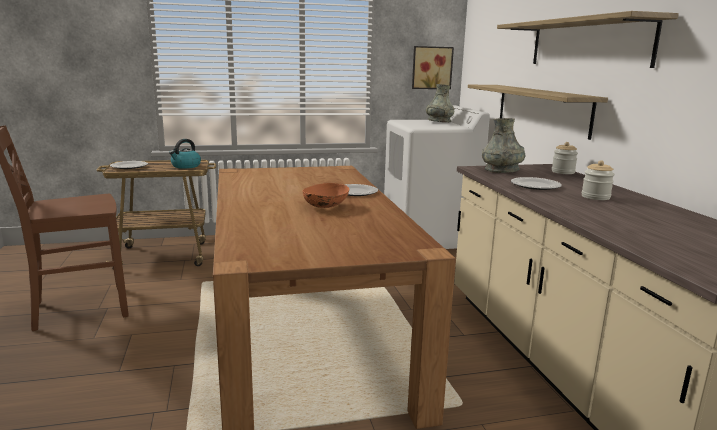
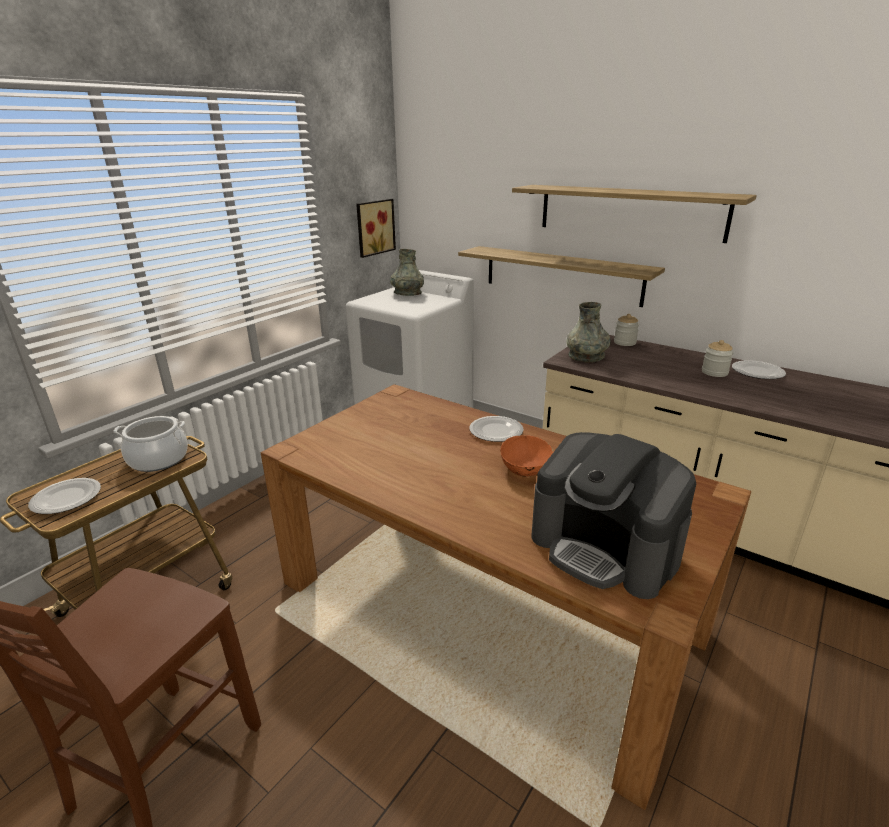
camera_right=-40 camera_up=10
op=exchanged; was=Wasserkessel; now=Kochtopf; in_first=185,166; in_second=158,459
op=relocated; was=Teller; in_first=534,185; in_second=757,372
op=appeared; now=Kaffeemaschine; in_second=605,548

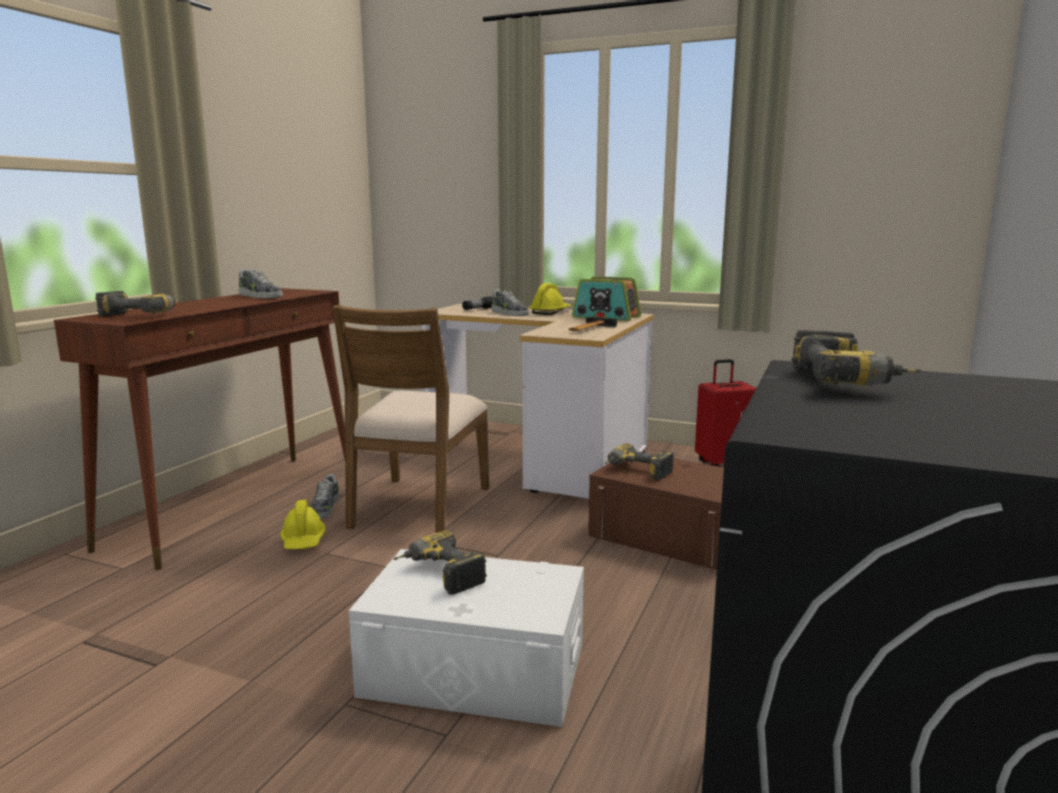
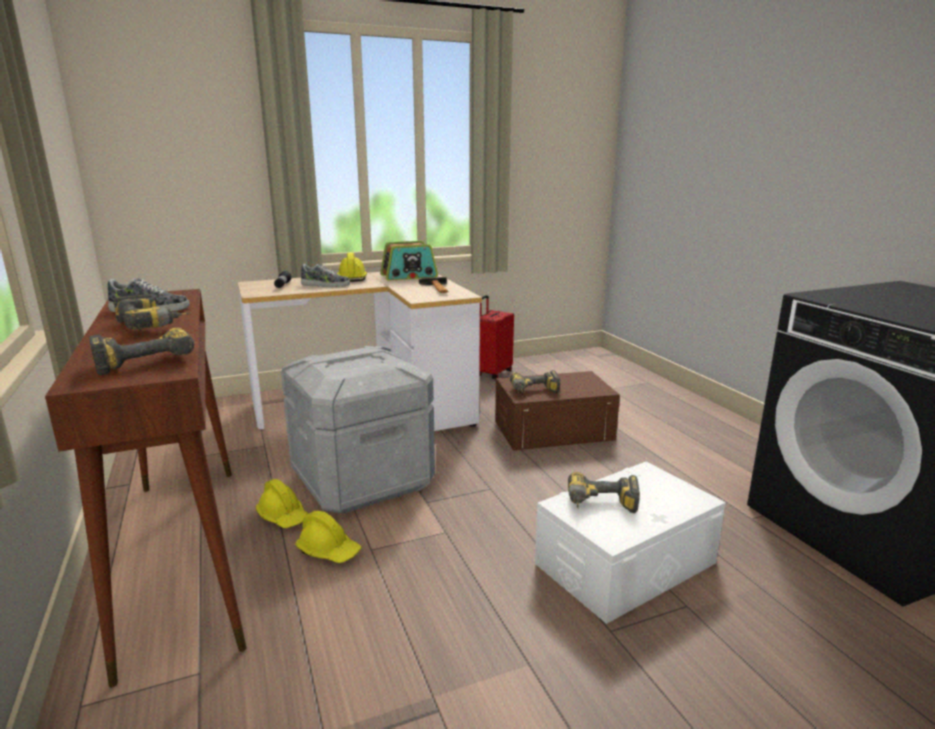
camera_right=-45 camera_up=5
op=exchanged; was=Stuhl (braun); now=Aufbewahrungsbox (grau); in_first=418,507; in_second=362,480
op=relocated; was=Bohrmaschine; in_first=850,382; in_second=154,325
op=exchanged; was=Schuh; now=Schutzhelm (gelb); in_first=324,508; in_second=283,516

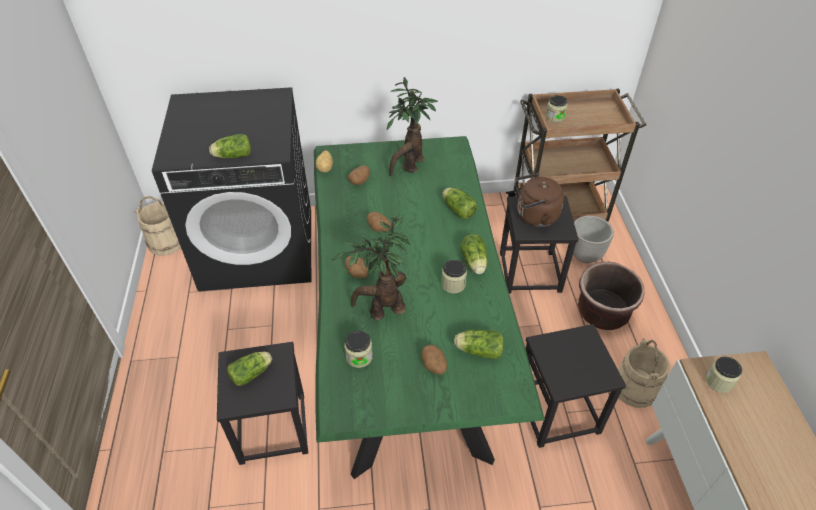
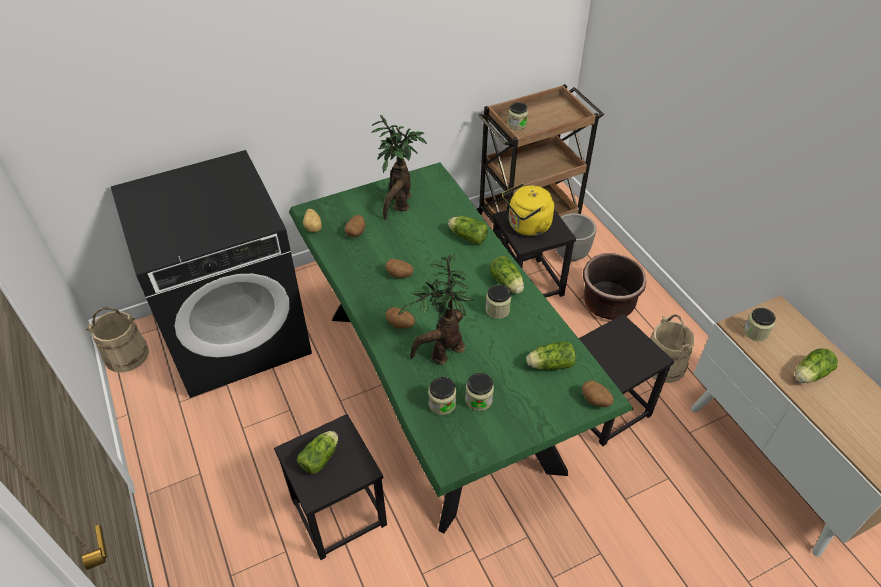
camera_right=-20 camera_up=0
op=relocated; was=Salatkopf; in_first=232,156; in_second=809,375
op=colour; was=Wasserkessel (braun); now=Wasserkessel (gelb); in_first=534,216; in_second=527,226
op=relocated; was=Kartoffel; in_first=434,366; in_second=596,400
op=appeared; now=Vorratsglas; in_second=478,400

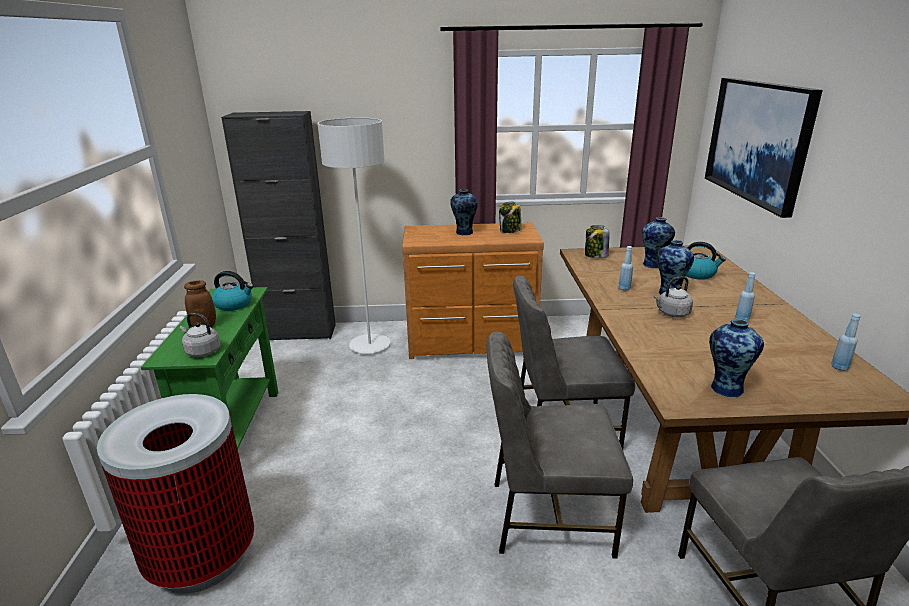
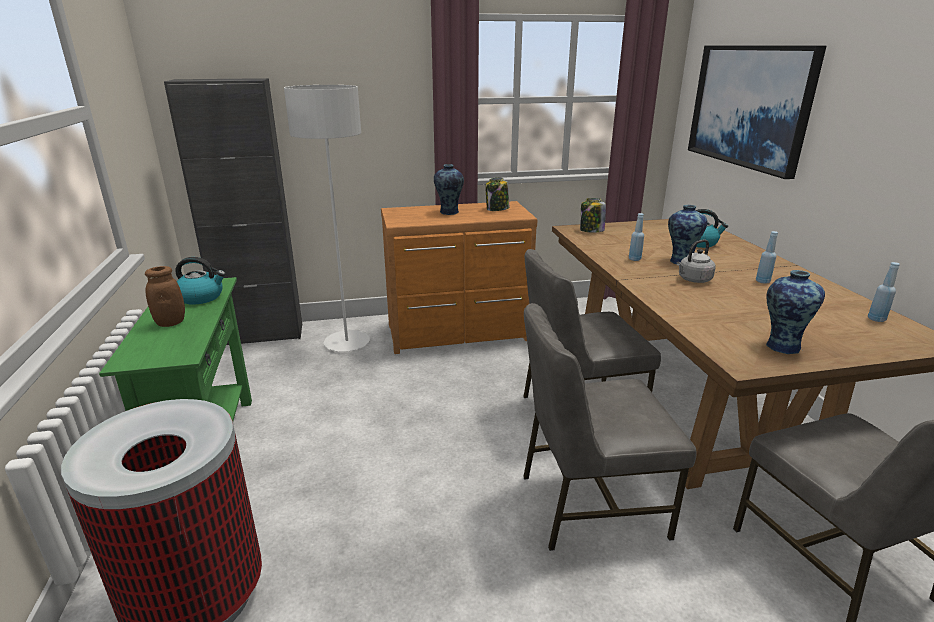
camera_right=-10 camera_up=0
op=missing; was=Vase; in_first=654,265
op=missing; was=Wasserkessel (grau); in_first=202,351

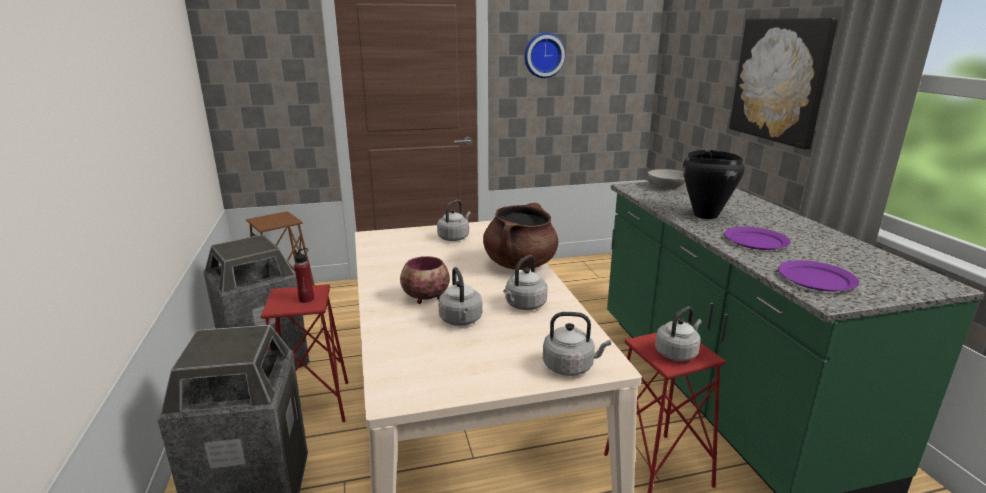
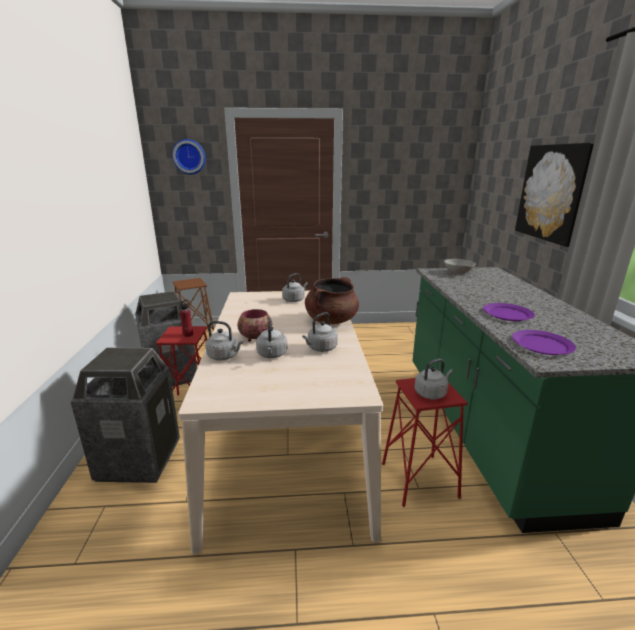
camera_right=10 camera_up=0
op=relocated; was=Wanduhr; in_first=543,55; in_second=189,157
op=missing; was=Kochtopf (schwarz); in_first=705,215
op=relocated; was=Wasserkessel (grau); in_first=571,366; in_second=224,356

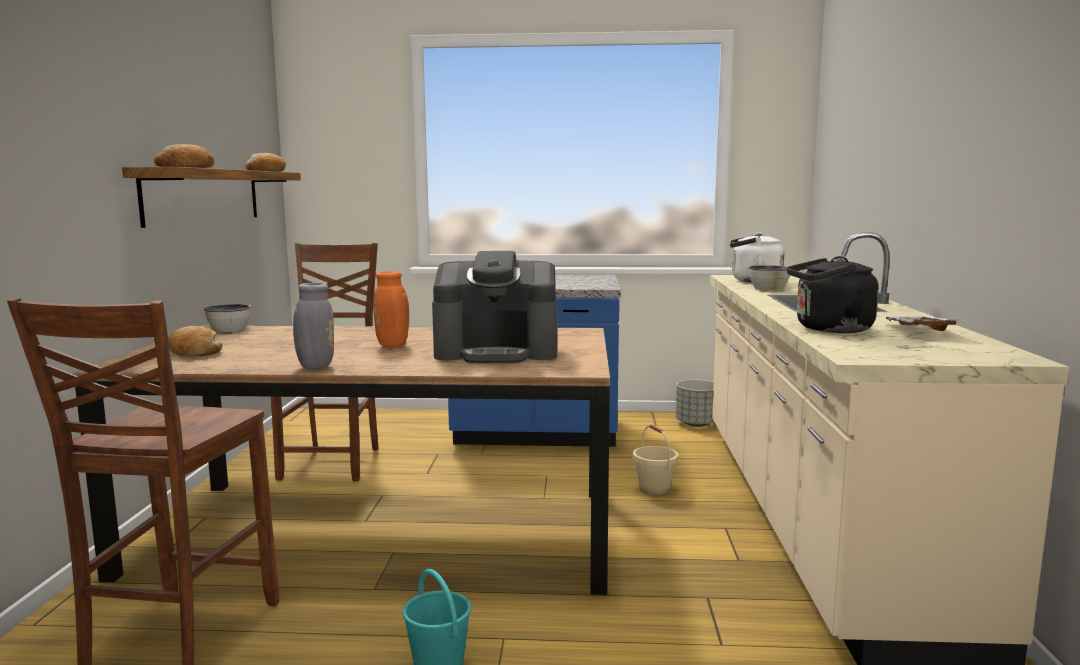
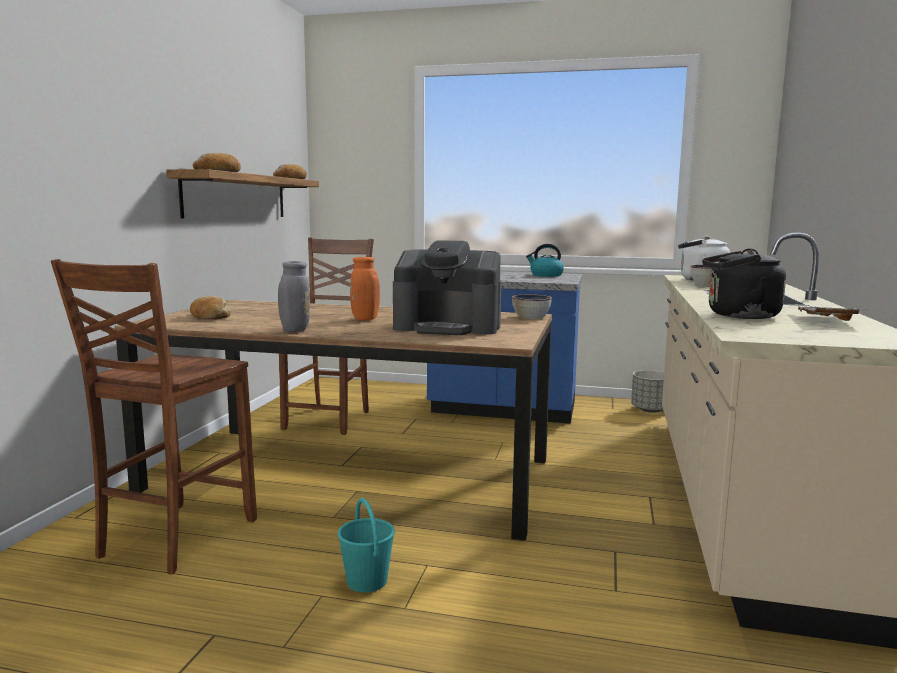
camera_right=10 camera_up=0
op=relocated; was=Schüssel; in_first=230,330; in_second=531,317
op=missing; was=Eimer (beige); in_first=655,489
op=appeared; now=Wasserkessel; in_second=545,275

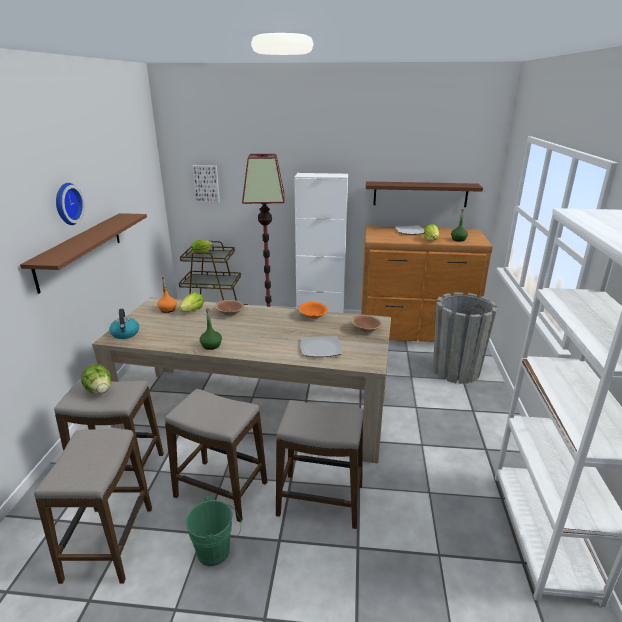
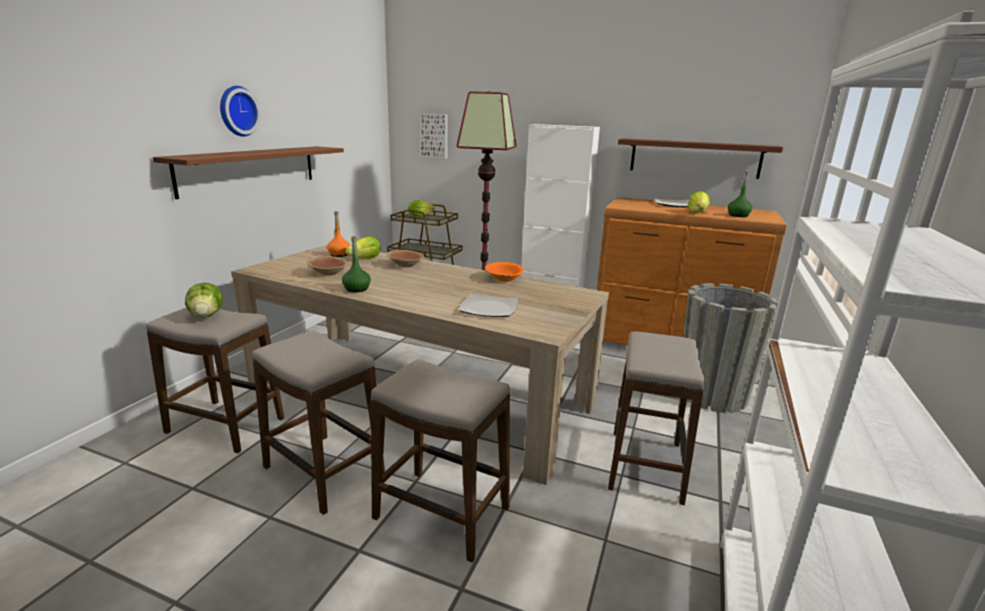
camera_right=15 camera_up=-5
op=missing; was=Wasserkessel; in_first=125,334
op=relocated; was=Schüssel (braun); in_first=366,329; in_second=328,273
op=relocated; was=Hocker; in_first=109,543; in_second=646,466
op=missing; was=Eimer (grün); in_first=217,551

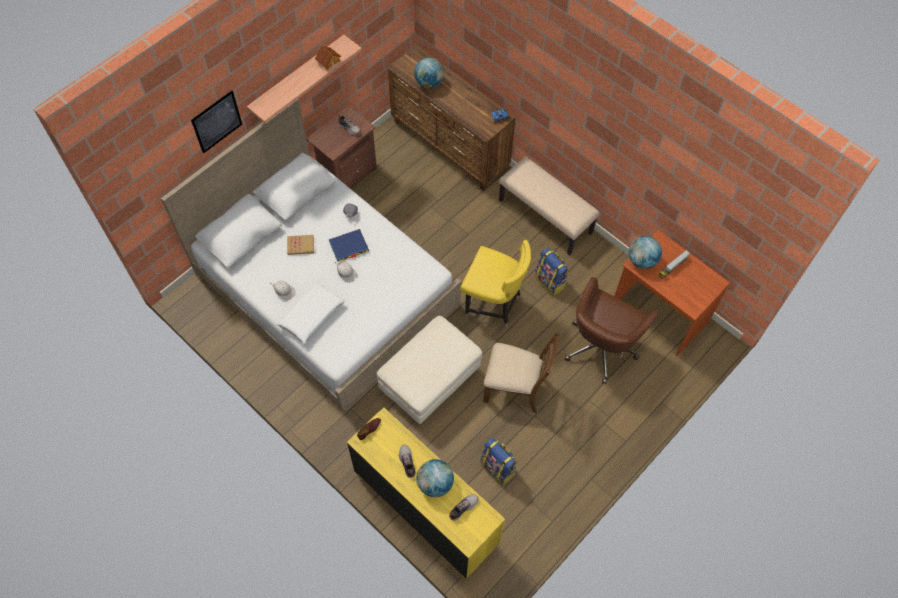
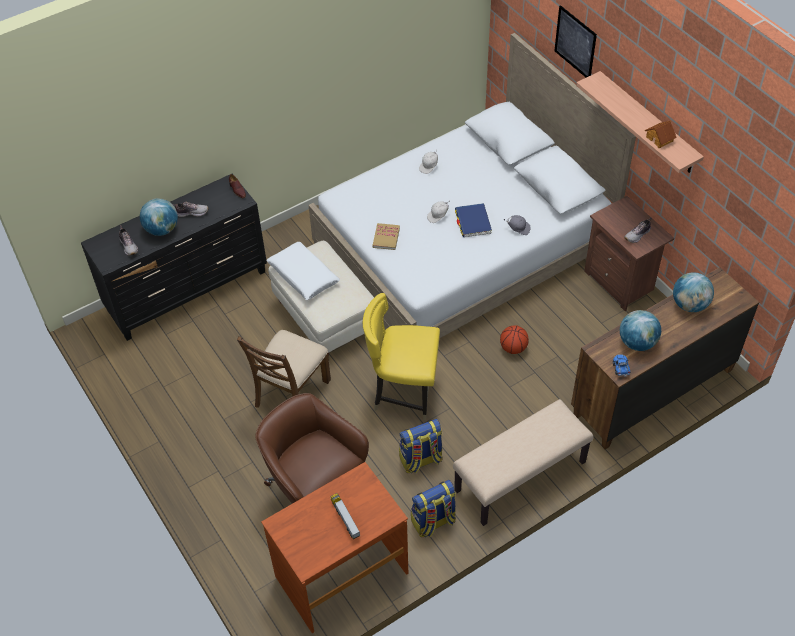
camera_right=105 camera_up=-10
op=relocated; was=Buch; in_first=300,245; in_second=386,237
op=relocated; was=Globus; in_first=642,260; in_second=637,342
op=spun; was=Stuhl (gelb); in_first=493,305; in_second=403,393; clockwise=60
op=relocated; was=Kissen (weiß); in_first=311,316; in_second=303,276
op=colour; was=Kommode (gelb); now=Kommode (schwarz); in_first=425,509; in_second=188,292
op=relocated; was=Rucksack; in_first=498,468; in_second=433,522
op=appeared; now=Basketball; in_second=513,348

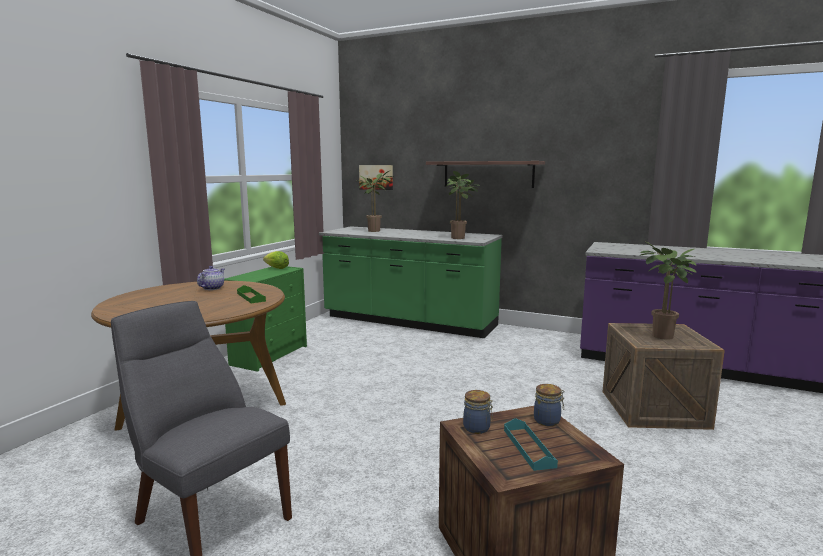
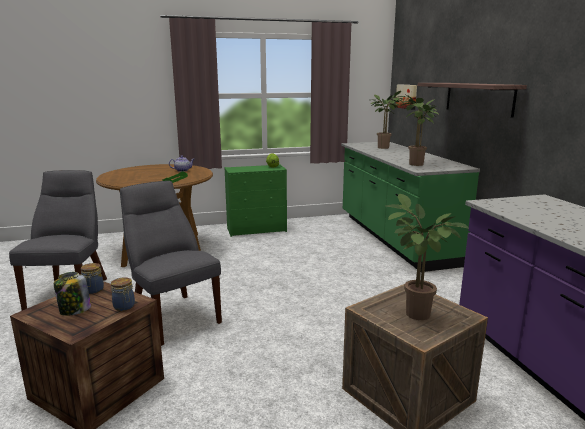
camera_right=50 camera_up=5
op=exchanged; was=Tablett (türkis); now=Vorratsglas; in_first=528,448; in_second=74,310
op=appeared; now=Stuhl (grau); in_second=173,316

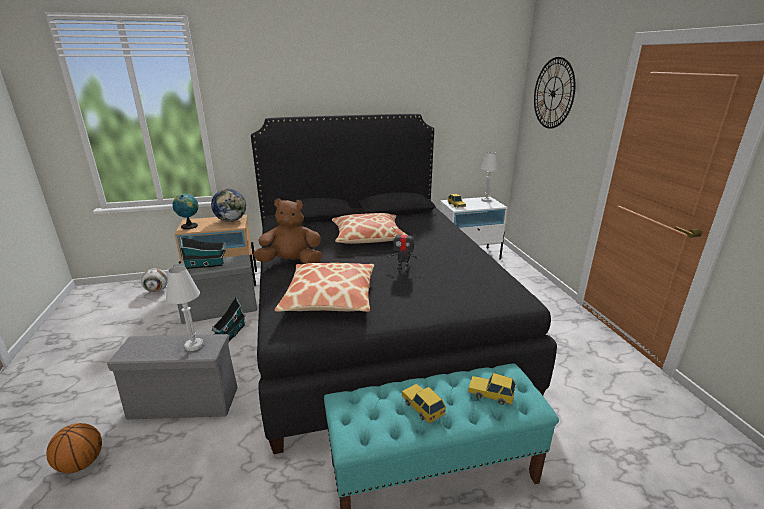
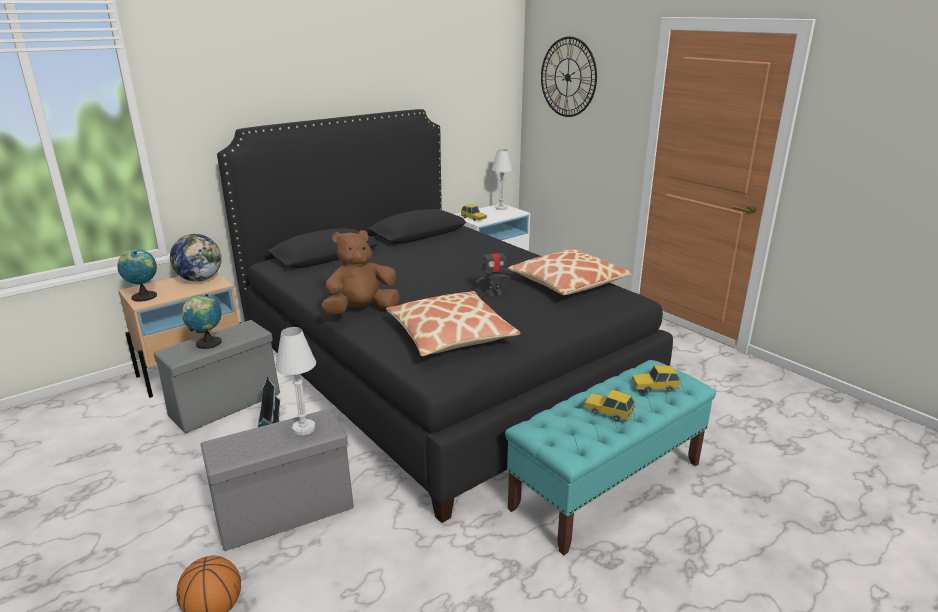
camera_right=-25 camera_up=0
op=relocated; was=Kissen; in_first=368,237; in_second=568,283
op=exchanged; was=Spielzeughaus; now=Globus; in_first=206,265; in_second=207,343
op=missing; was=Fußball; in_first=157,290

